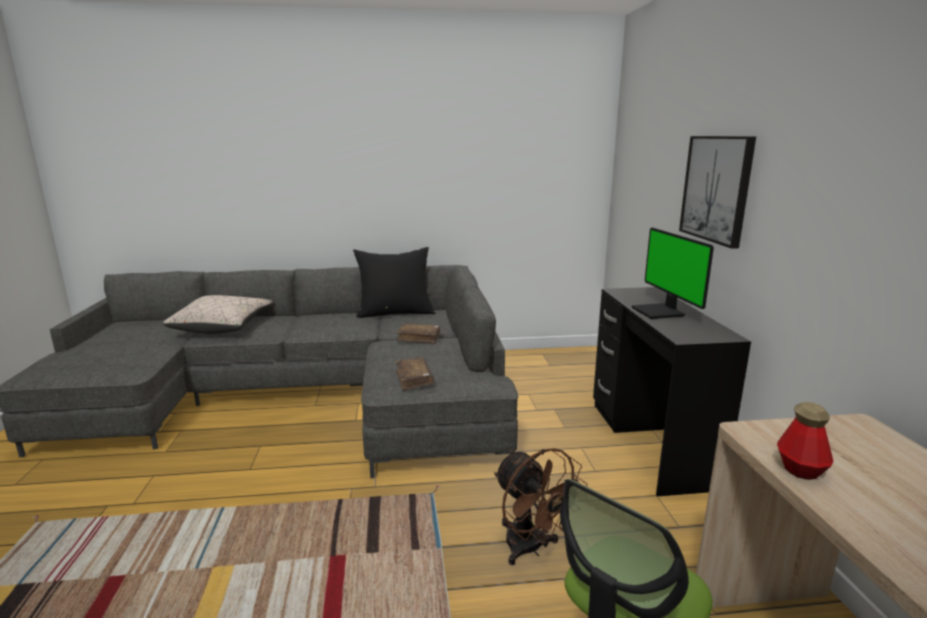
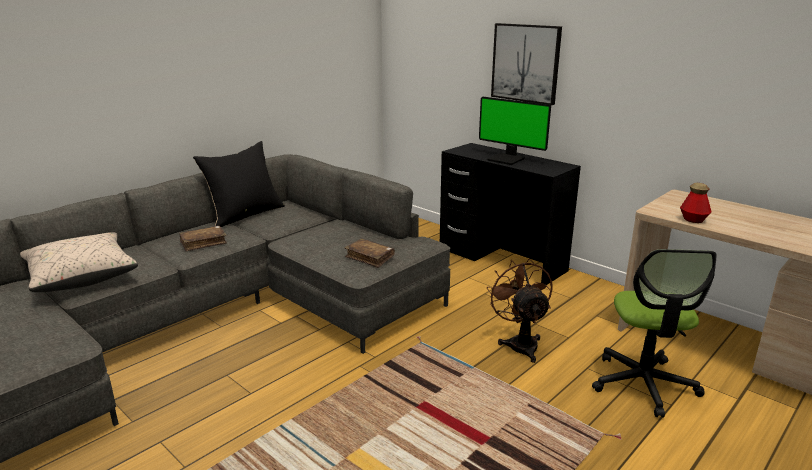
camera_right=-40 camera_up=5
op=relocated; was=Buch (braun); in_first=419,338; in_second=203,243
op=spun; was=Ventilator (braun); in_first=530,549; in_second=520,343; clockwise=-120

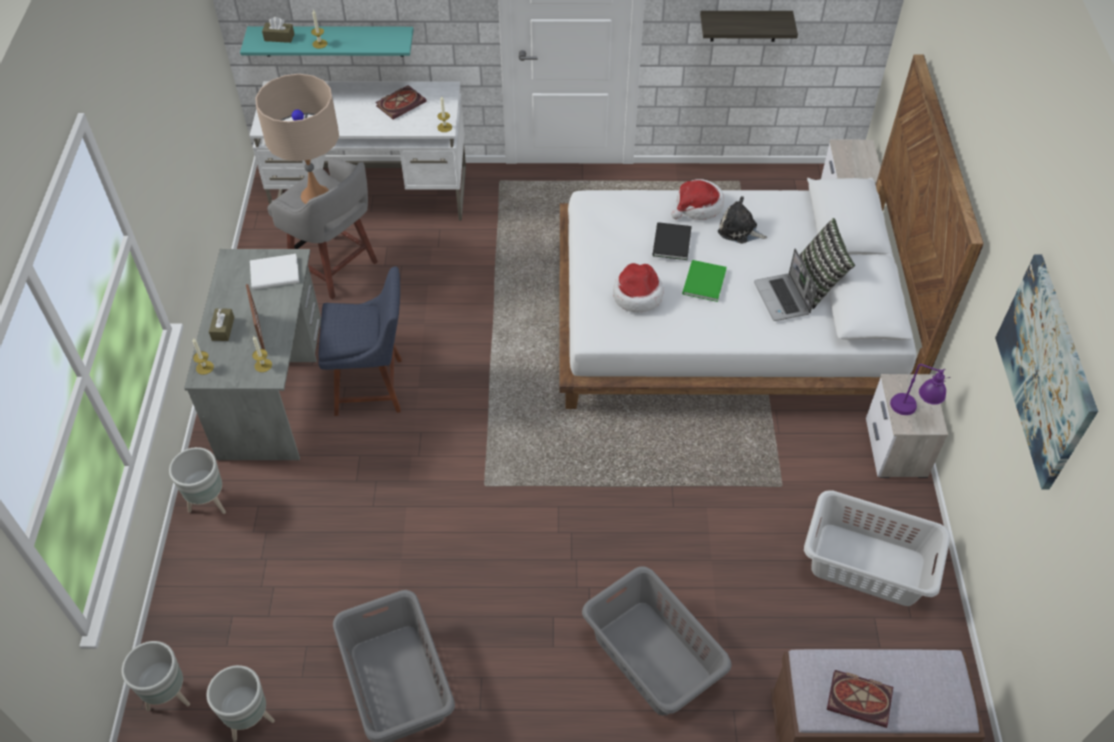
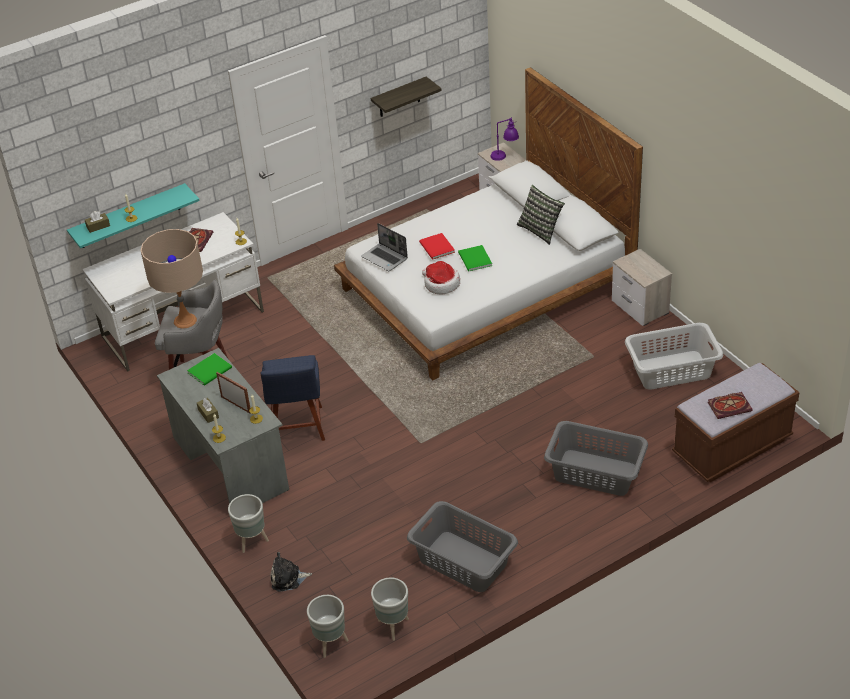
camera_right=-30 camera_up=-10
op=missing; was=Hut; in_first=698,206
op=relocated; was=Plüschtier; in_first=739,230; in_second=288,578
op=colour; was=Buch (schwarz); now=Buch (rot); in_first=670,243; in_second=436,248
op=relocated; was=Laptop; in_first=782,299; in_second=385,258
op=colour; was=Buch (weiß); now=Buch (grün); in_first=276,274; in_second=211,370
op=missing; was=Bild; in_first=1045,370
op=spun; was=Stuhl (blau); in_first=373,386; in_second=297,428; clockwise=120
op=relocated; was=Tischlampe (lila); in_first=912,411; in_second=505,156

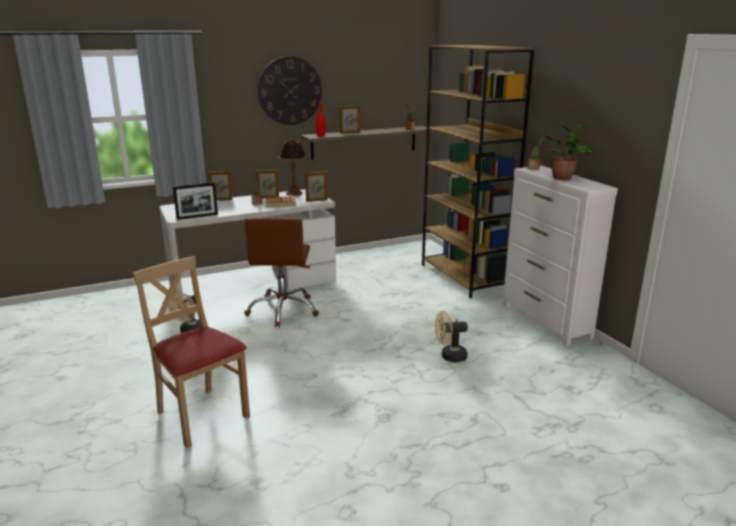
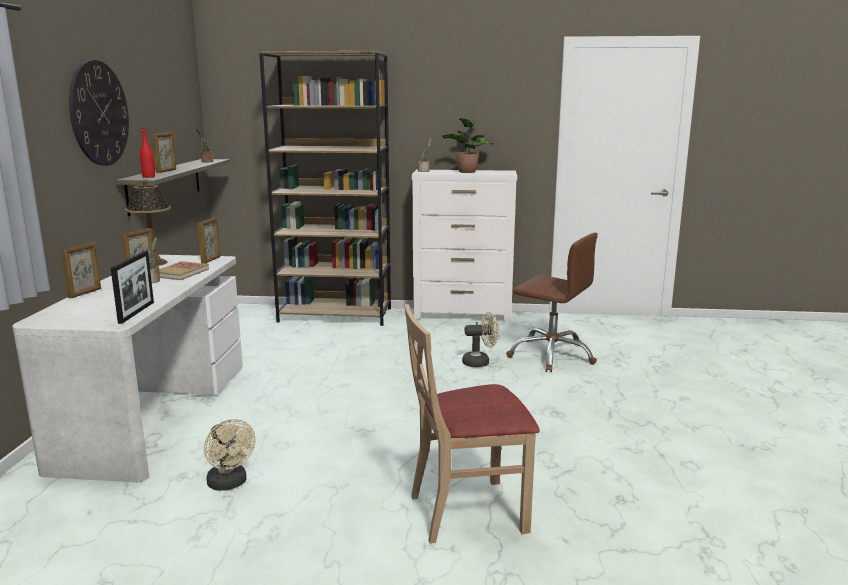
camera_right=-60 camera_up=-5
op=relocated; was=Bürostuhl (braun); in_first=283,310; in_second=552,355
op=spun; was=Ventilator (beige); in_first=449,356; in_second=480,362; clockwise=-120

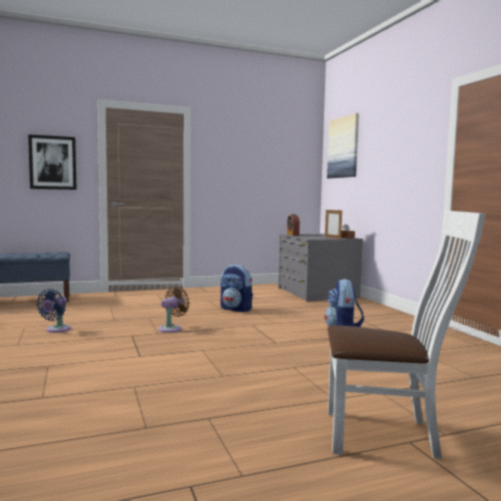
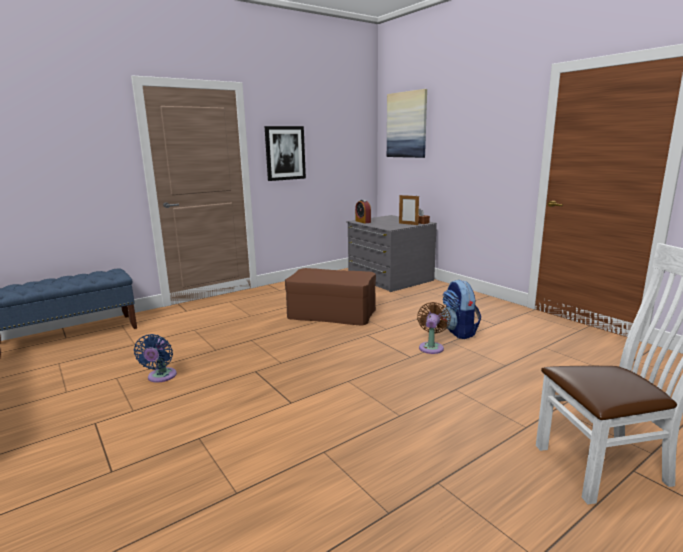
camera_right=-15 camera_up=10
op=relocated; was=Bild; in_first=53,162; in_second=285,153
op=exchanged; was=Rucksack; now=Polsterhocker (braun); in_first=236,309; in_second=332,313
op=relocated; was=Ventilator (braun); in_first=172,328; in_second=431,347

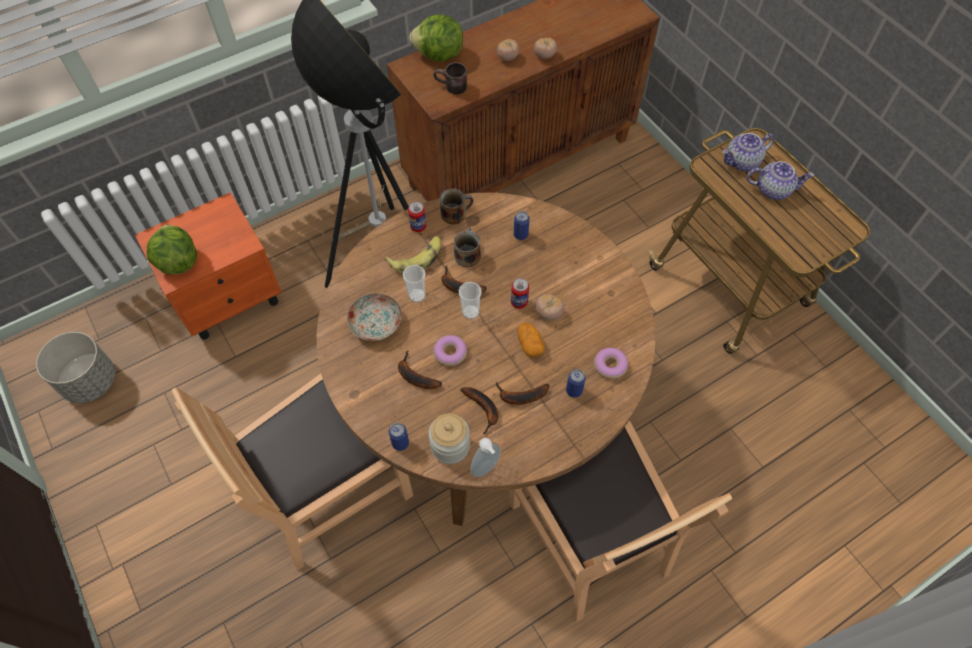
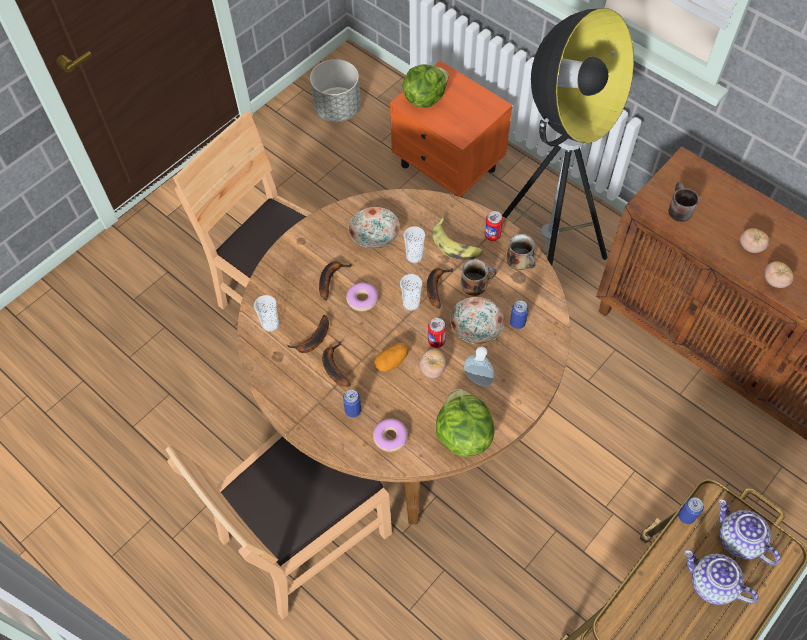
camera_right=75 camera_up=0
op=relocated; was=Salatkopf; in_first=439,55; in_second=463,434
op=spun; was=Teekanne; in_first=773,189; in_second=711,584; clockwise=135
op=exchanged; was=Vorratsglas; now=Tasse; in_first=450,446; in_second=270,324
op=relocated; was=Dose; in_first=400,443; in_second=686,516
op=relocated; was=Seifenspender; in_first=486,469; in_second=477,381
op=appeared; now=Teller; in_second=477,326

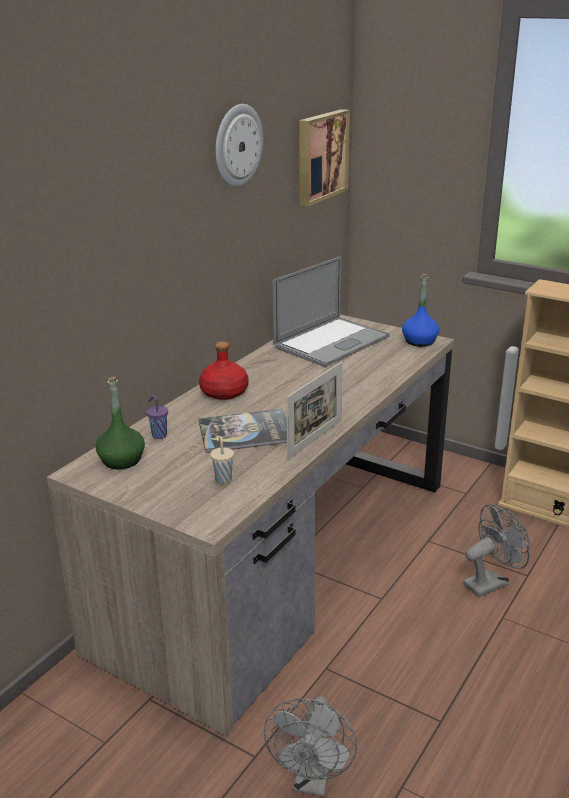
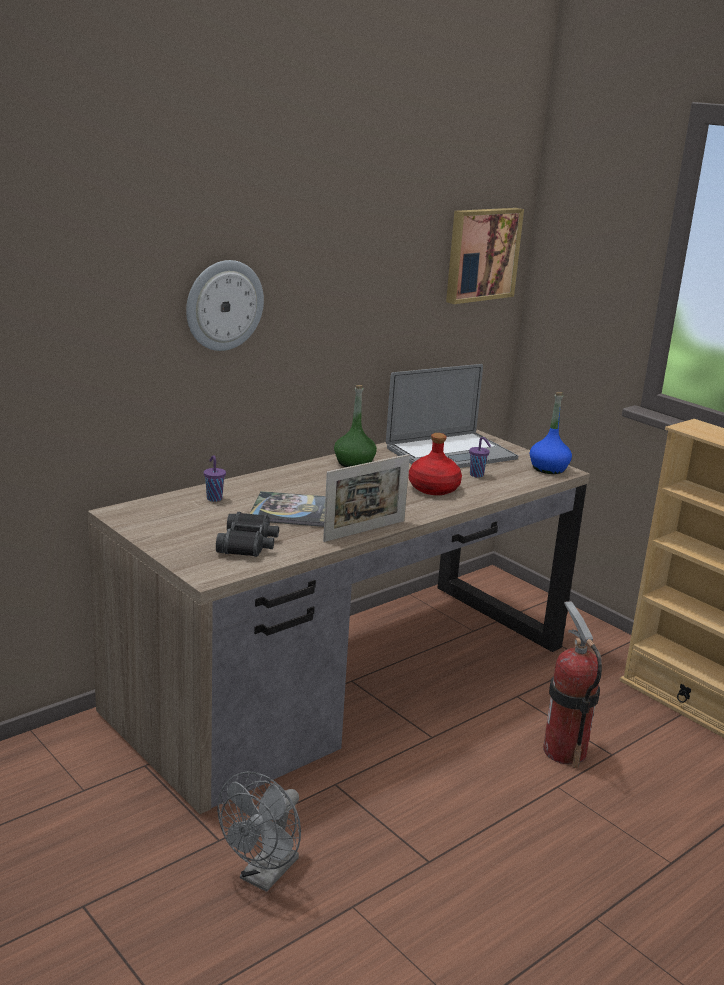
camera_right=15 camera_up=-5
op=relocated; was=Wanduhr; in_first=237,146; in_second=223,305
op=relocated; was=Flasche (rot); in_first=224,392; in_second=434,488
op=relocated; was=Flasche (grün); in_first=121,460; in_second=354,463
op=exchanged; was=Tasse (beige); now=Fernglas (schwarz); in_first=223,479; in_second=248,544
op=exchanged; was=Ventilator (grau); now=Feuerlöscher; in_first=490,582; in_second=564,751
op=appeared; now=Tasse (lila); in_second=477,475

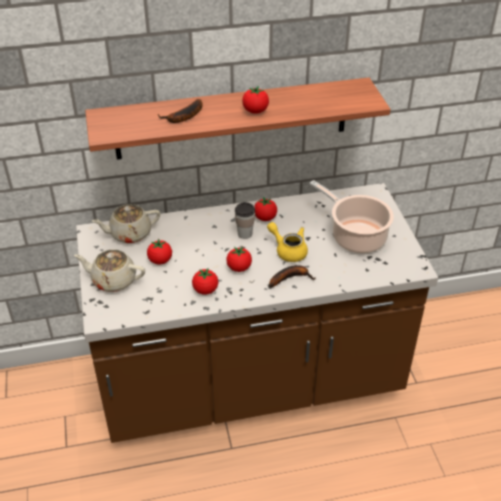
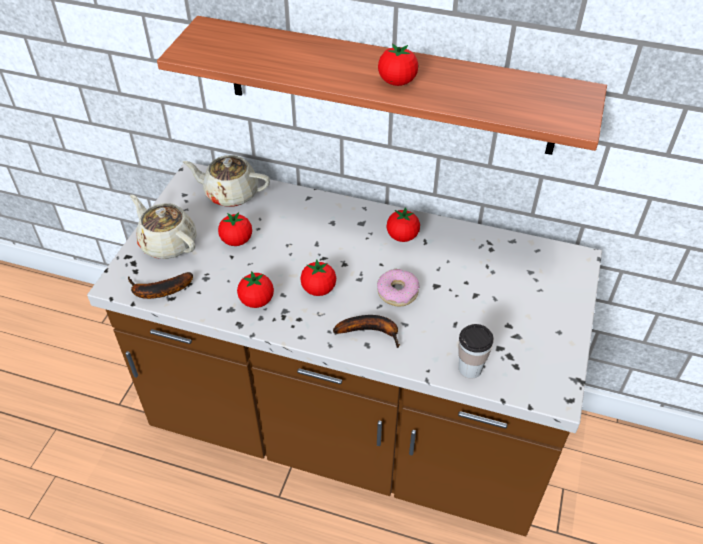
camera_right=30 camera_up=5
op=relocated; was=Banane; in_first=184,117; in_second=158,291
op=missing; was=Kochtopf; in_first=355,236
op=relocated; was=Tasse; in_first=245,234; in_second=470,369
op=exchanged; was=Teekanne (gelb); now=Donut; in_first=288,250; in_second=397,292

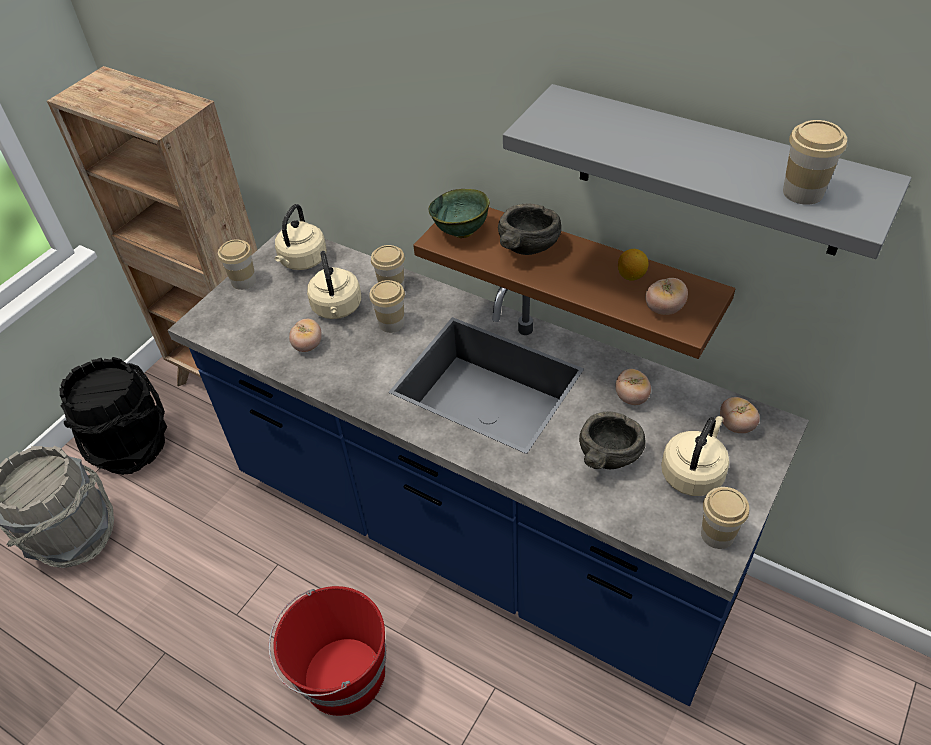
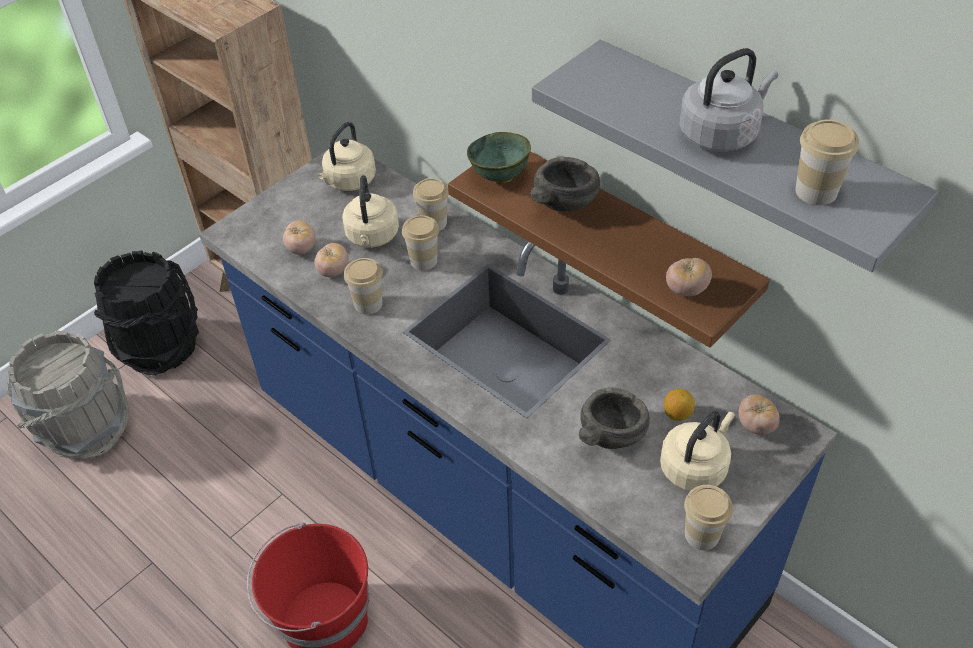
camera_right=10 camera_up=0
op=relocated; was=Tasse; in_first=243,281; in_second=368,304
op=relocated; was=Zitrone; in_first=631,276; in_second=677,414
op=relocated; was=Tomate; in_first=631,397; in_second=301,248
op=appeared; now=Wasserkessel (grau); in_second=721,134

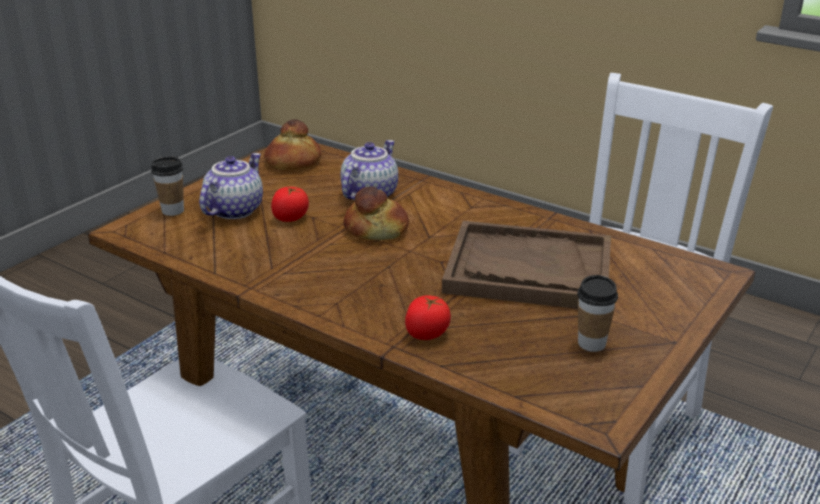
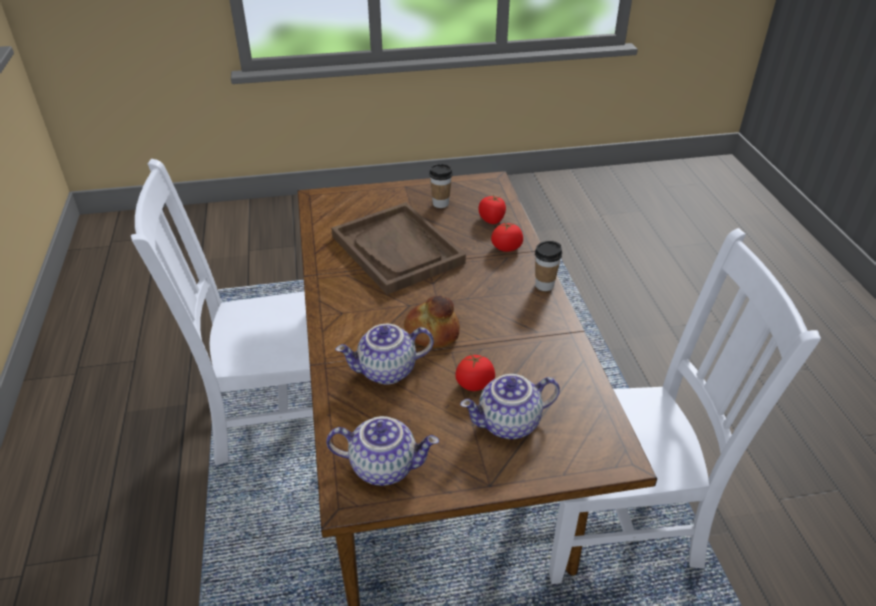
camera_right=-135 camera_up=10
op=exchanged; was=Brot; now=Teekanne; in_first=293,162; in_second=384,466
op=relocated; was=Tasse; in_first=173,211; in_second=544,285
op=appeared; now=Tomate; in_second=491,219

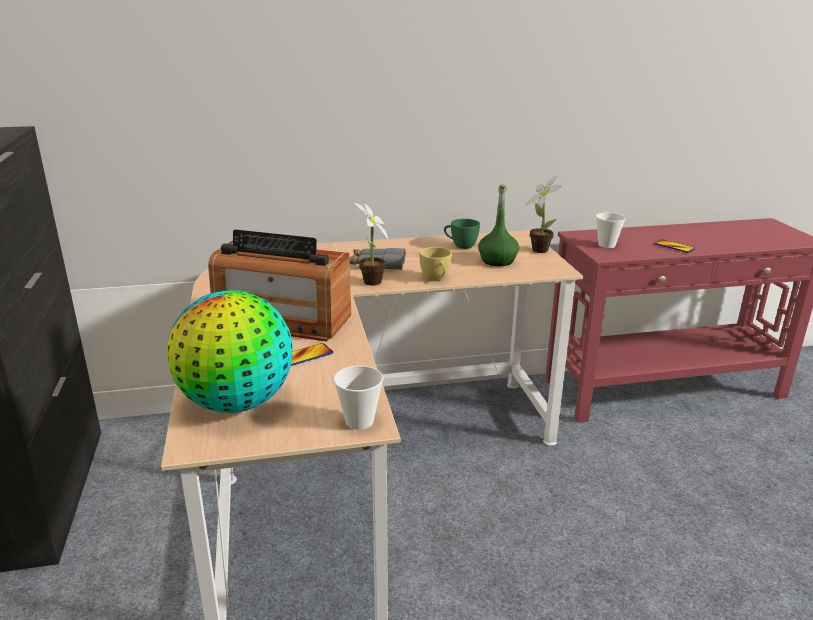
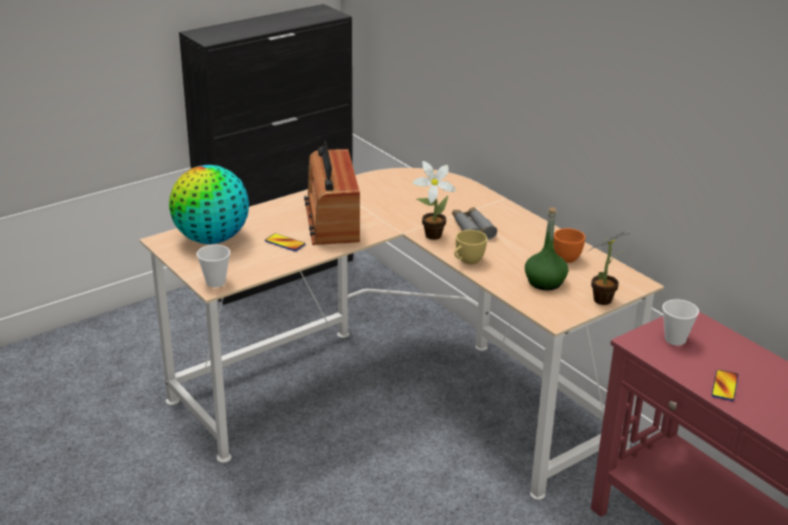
camera_right=65 camera_up=5
op=colour; was=Tasse (grün); now=Tasse (orange); in_first=460,245; in_second=565,256

